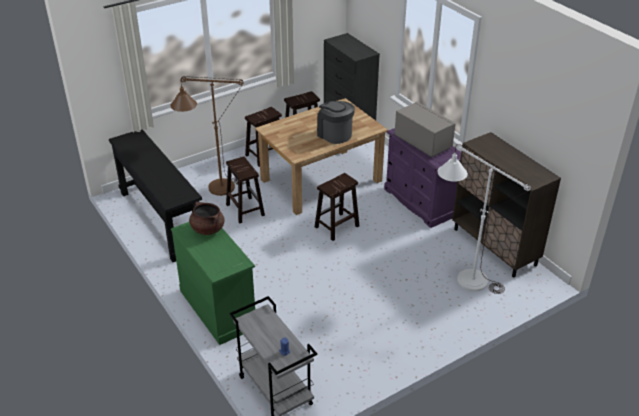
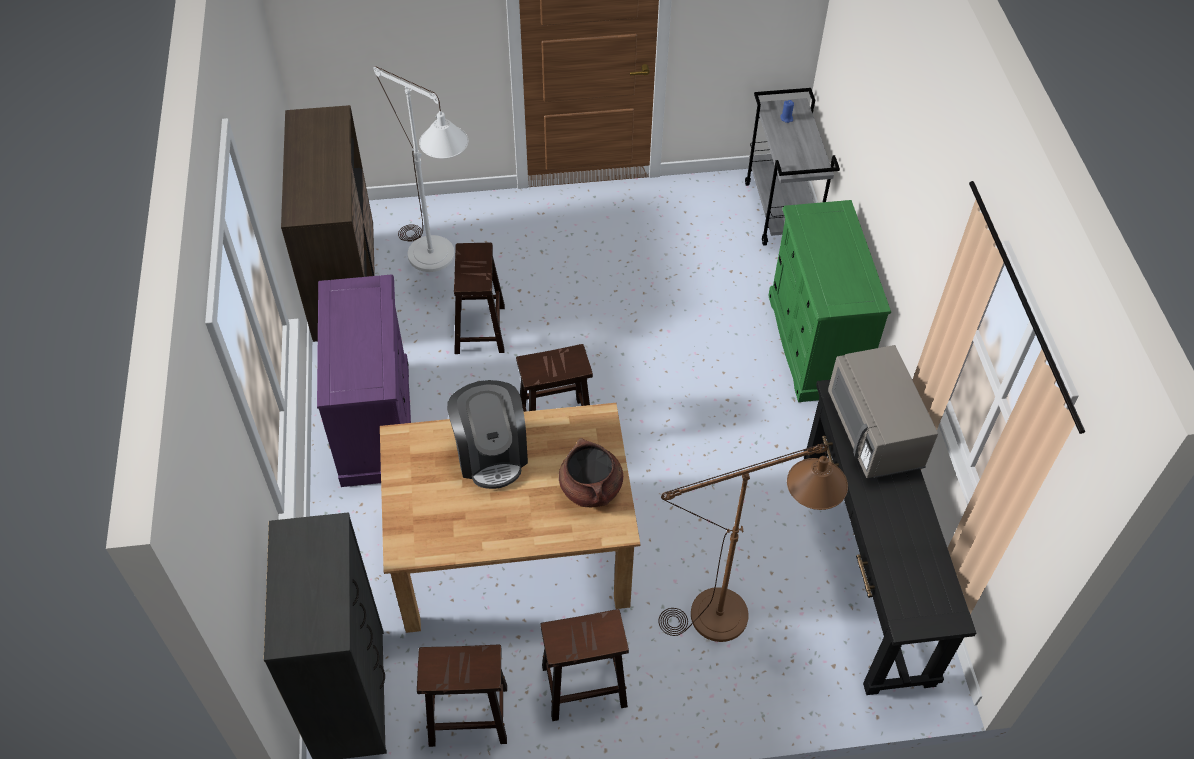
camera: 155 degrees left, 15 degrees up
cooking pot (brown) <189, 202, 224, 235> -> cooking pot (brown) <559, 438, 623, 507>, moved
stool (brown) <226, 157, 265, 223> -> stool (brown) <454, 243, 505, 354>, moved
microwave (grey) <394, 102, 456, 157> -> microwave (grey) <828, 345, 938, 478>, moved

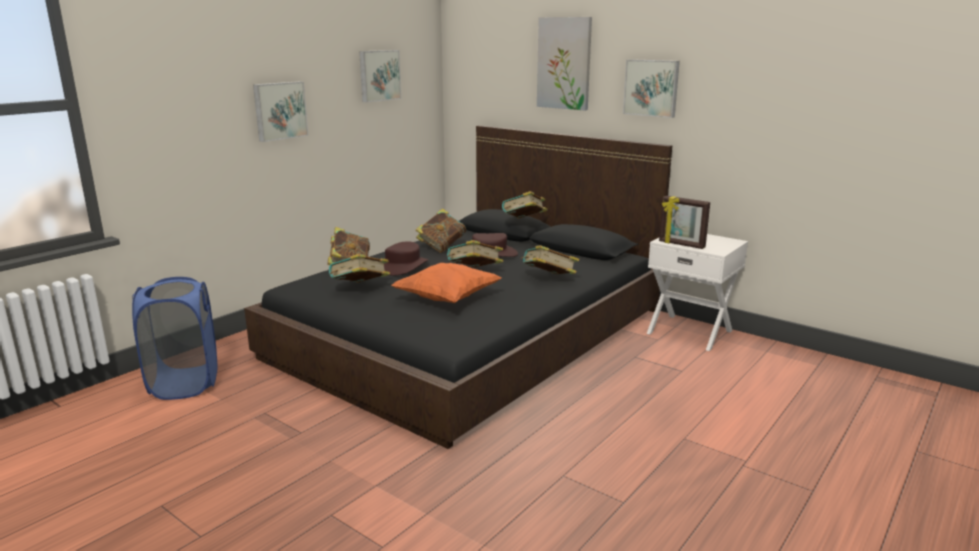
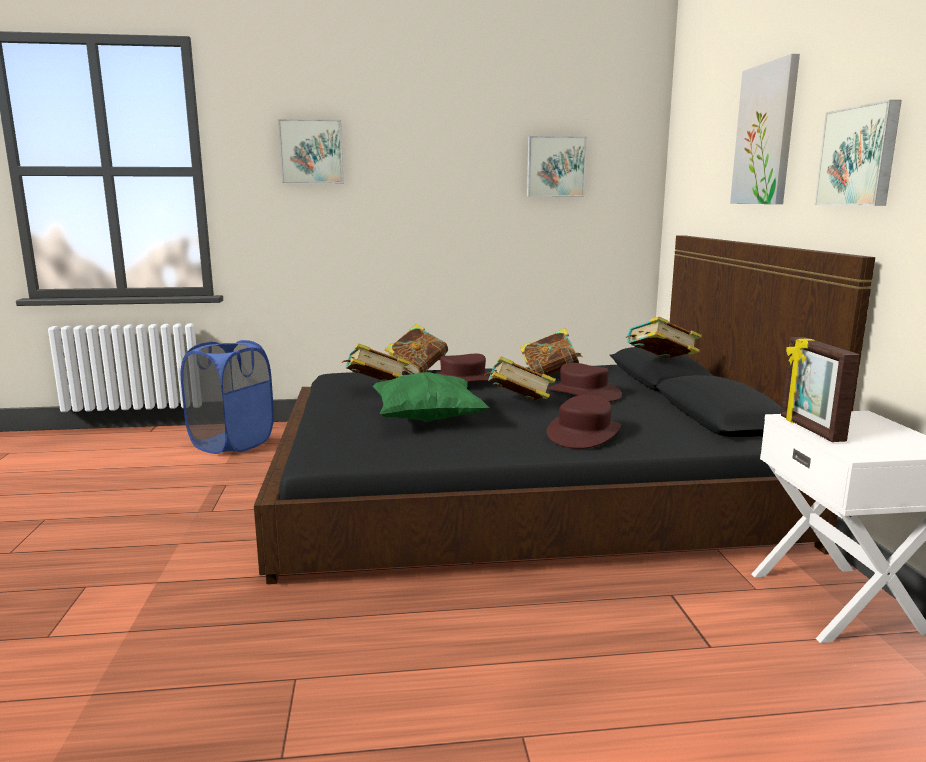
camera: 45 degrees right, 5 degrees down
picture <253, 81, 308, 142> -> picture <278, 119, 344, 183>, moved
pillow (orange) <391, 263, 501, 303> -> pillow (green) <372, 372, 490, 422>
book <521, 245, 579, 274> -> hat (brown) <547, 395, 621, 449>

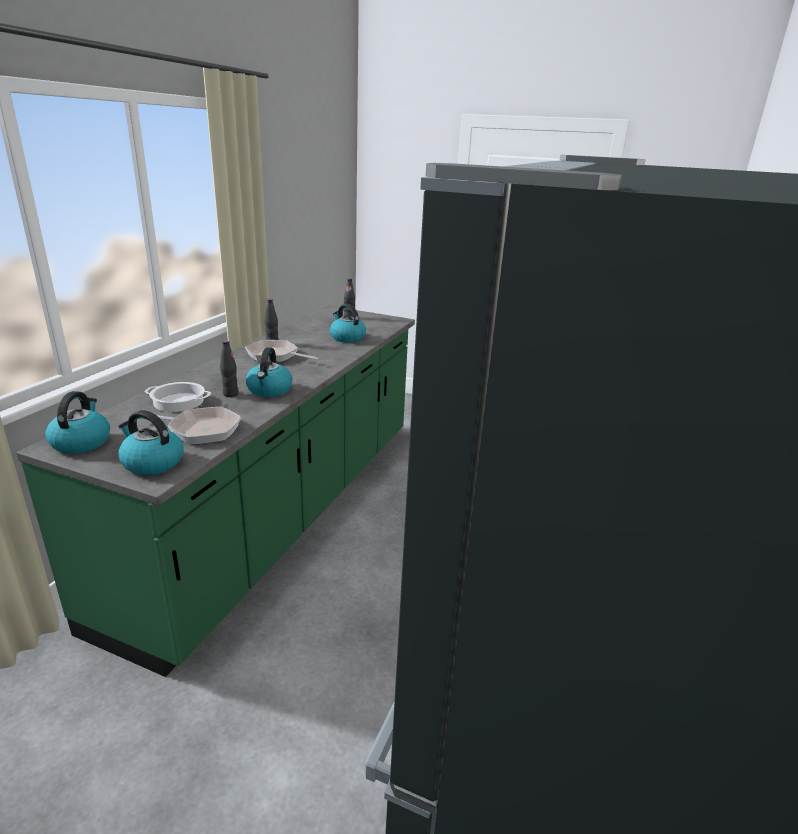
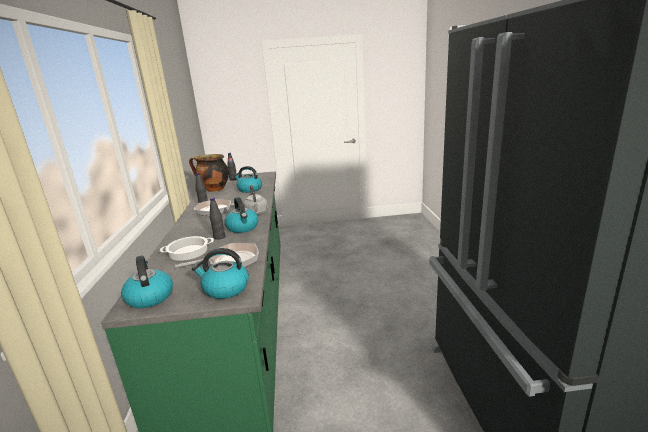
camera: 25 degrees left, 5 degrees down
none -> cooking pot <189, 154, 229, 192>
none -> kettle (grey) <244, 185, 268, 215>

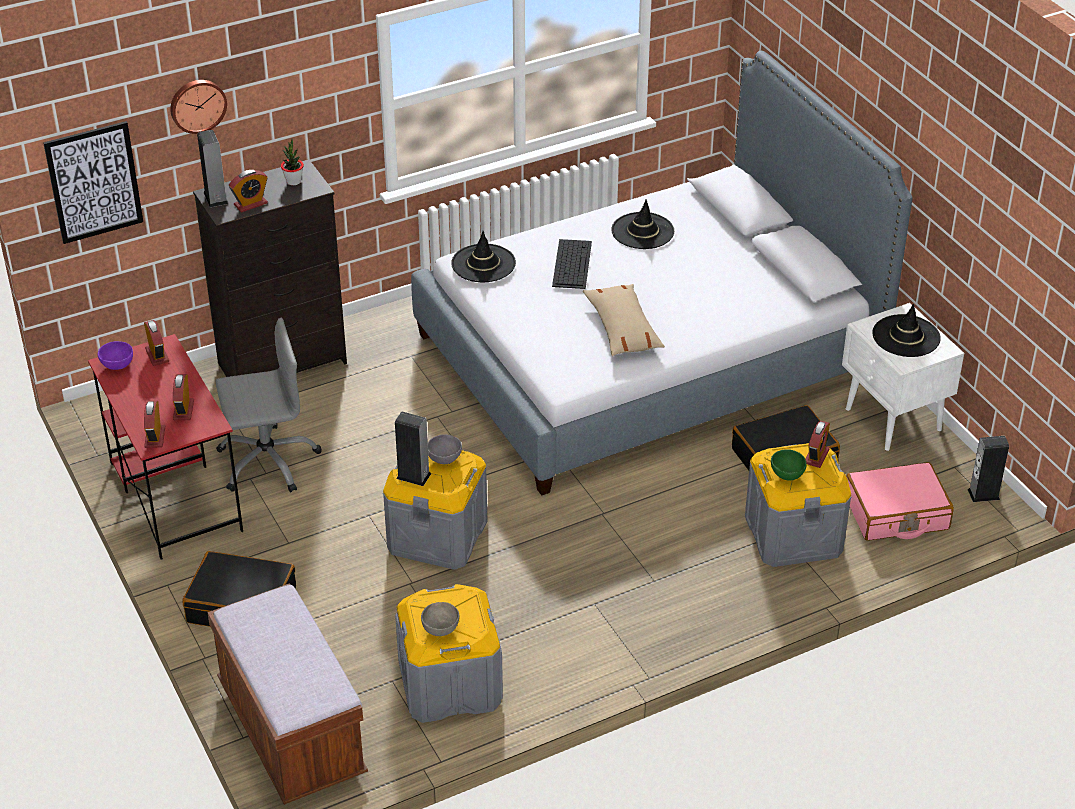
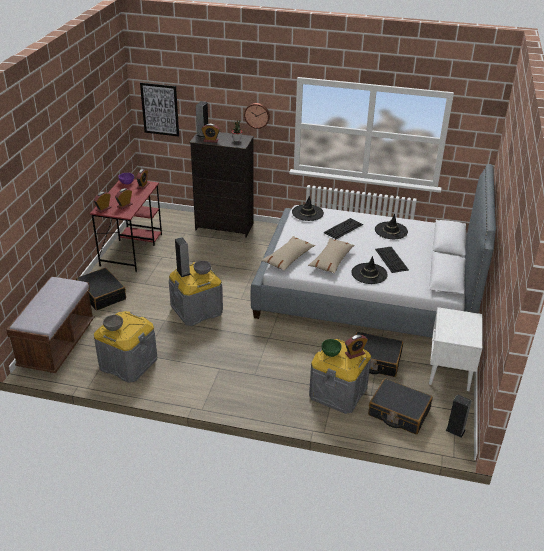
camera: 40 degrees right, 5 degrees down
wall clock <170, 80, 227, 134> -> wall clock <244, 103, 270, 129>, moved
office chair (grey) <215, 318, 322, 492> -> none
suitcase (pink) <846, 462, 954, 541> -> suitcase (black) <368, 378, 433, 434>
hat (black) <872, 304, 941, 357> -> hat (black) <351, 256, 388, 284>, moved
none -> pillow (beige) <261, 236, 315, 271>
none -> keyboard <375, 247, 409, 273>

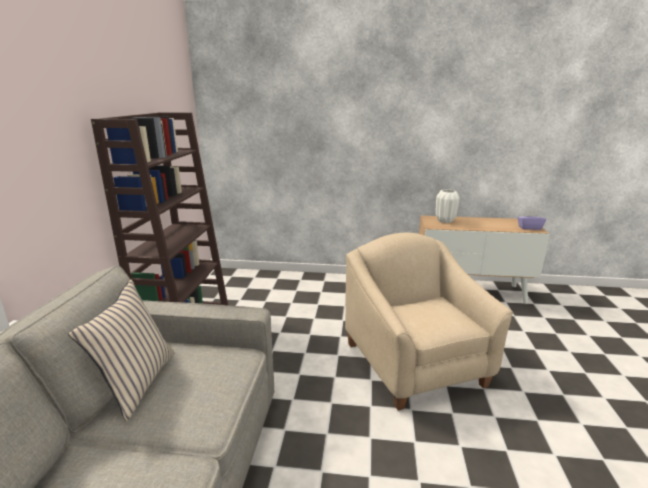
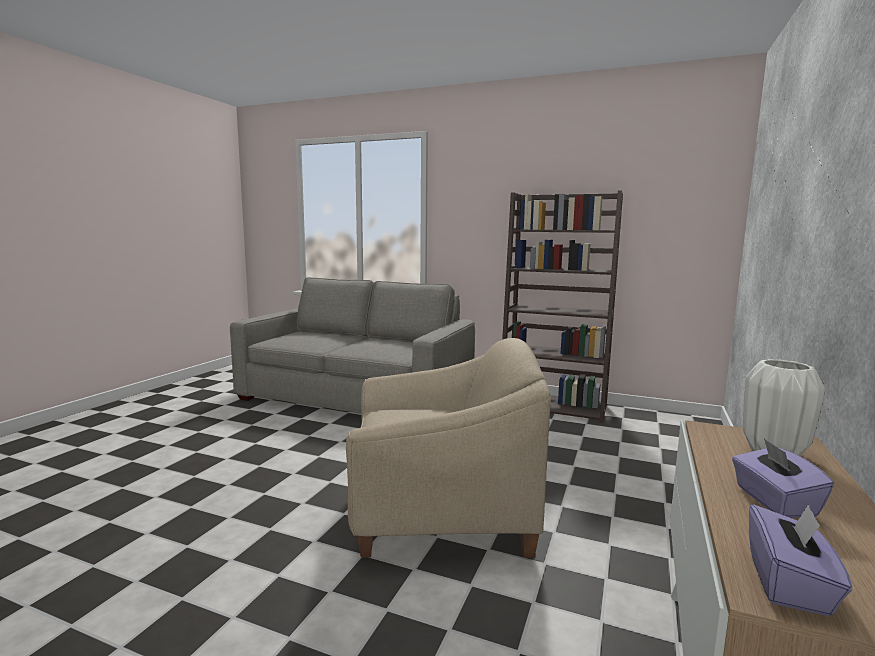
camera: 105 degrees right, 10 degrees down
pillow (beige) <68, 280, 174, 421> -> none
none -> tissue box (purple) <732, 438, 834, 518>

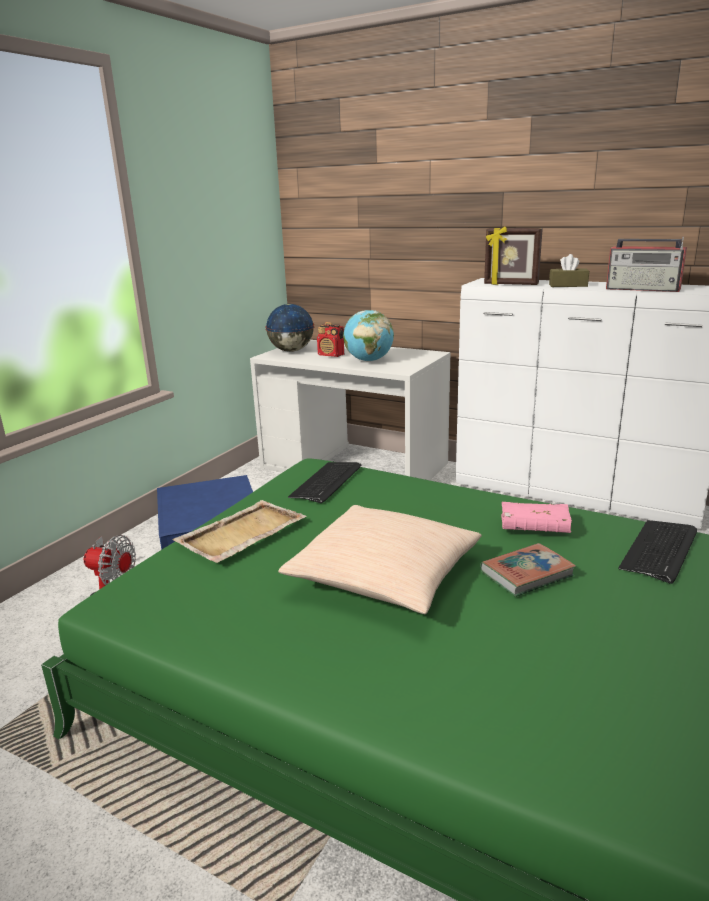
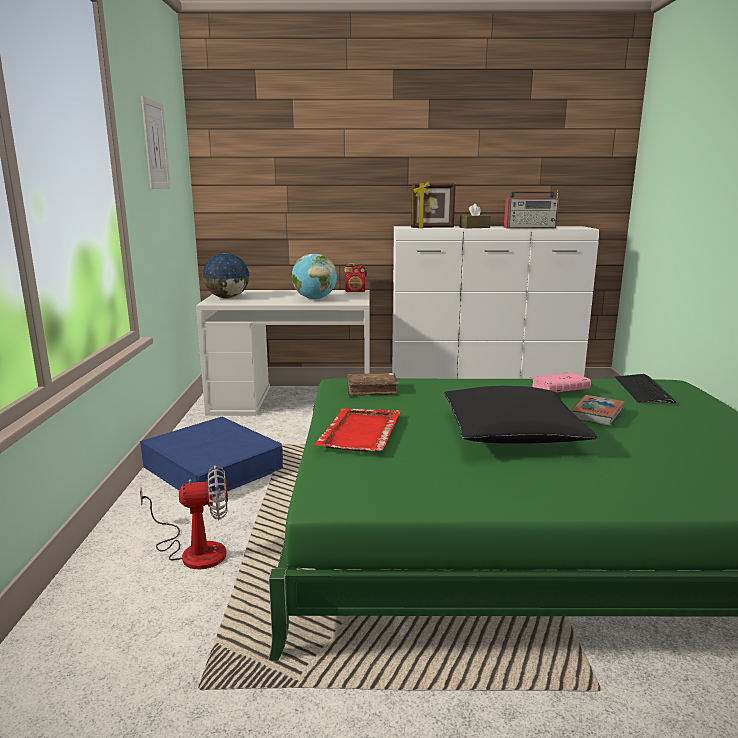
camera: 30 degrees left, 5 degrees down
tray (beige) <172, 500, 307, 563> -> tray (red) <314, 408, 401, 452>
pillow (beige) <278, 505, 482, 614> -> pillow (black) <444, 386, 598, 444>
keyboard <288, 462, 361, 503> -> book (brown) <346, 373, 399, 396>
radio <317, 322, 344, 357> -> radio <344, 263, 367, 292>, moved
none -> picture <141, 96, 171, 189>

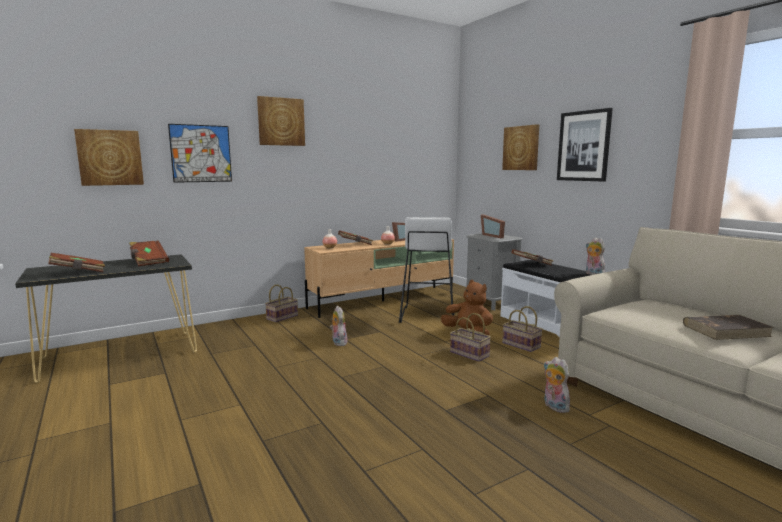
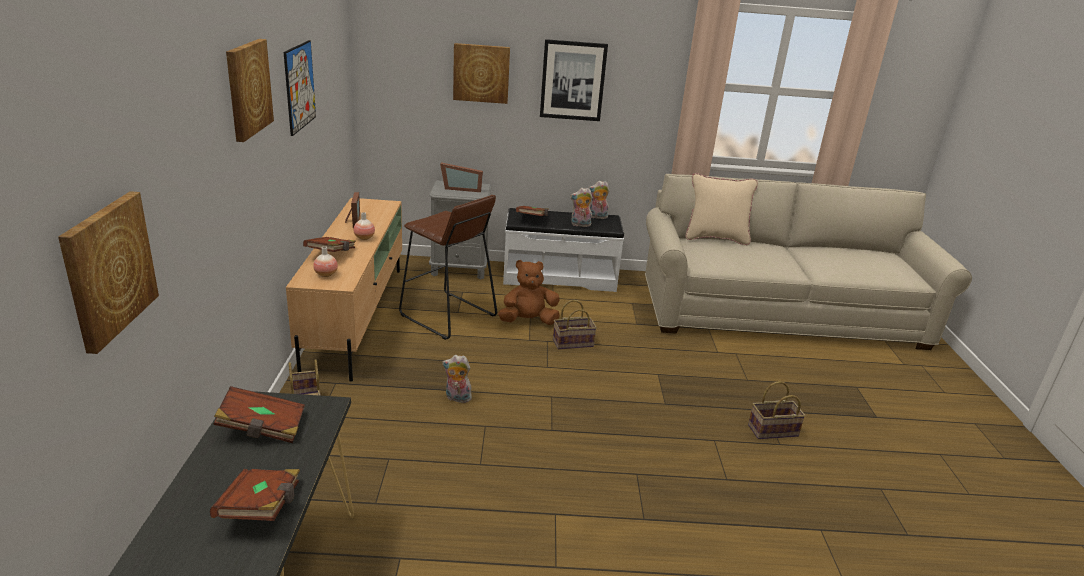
camera: 60 degrees left, 15 degrees up
picture <168, 124, 232, 183> -> picture <284, 40, 316, 136>, moved
stool (white) <399, 217, 454, 323> -> stool (brown) <399, 195, 497, 340>
basket <502, 306, 542, 352> -> basket <748, 381, 806, 439>, moved
plush toy <543, 357, 570, 413> -> plush toy <570, 188, 593, 227>, moved
book (brown) <683, 315, 774, 340> -> none
none -> pillow (beige) <685, 173, 758, 245>

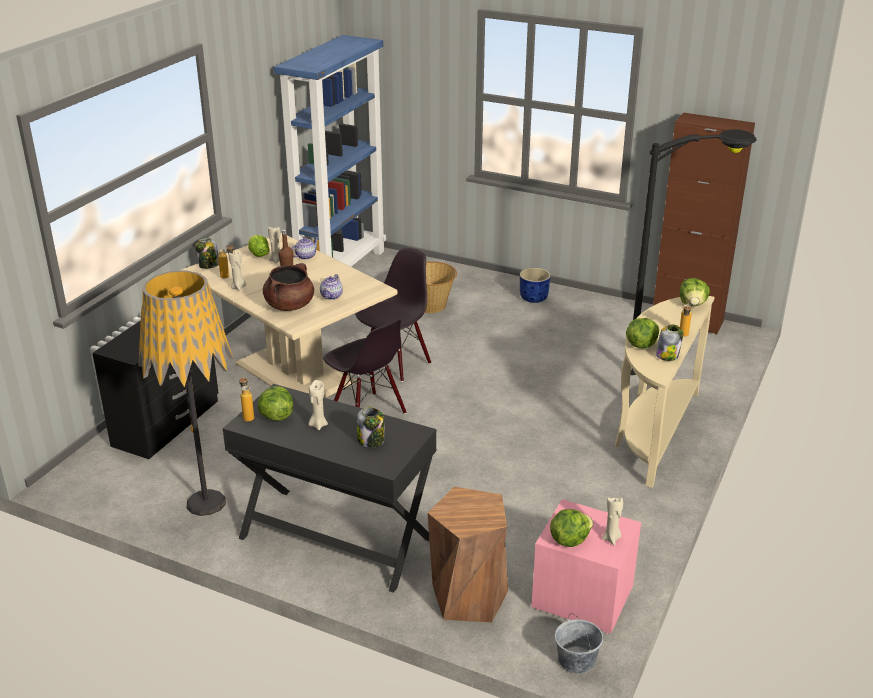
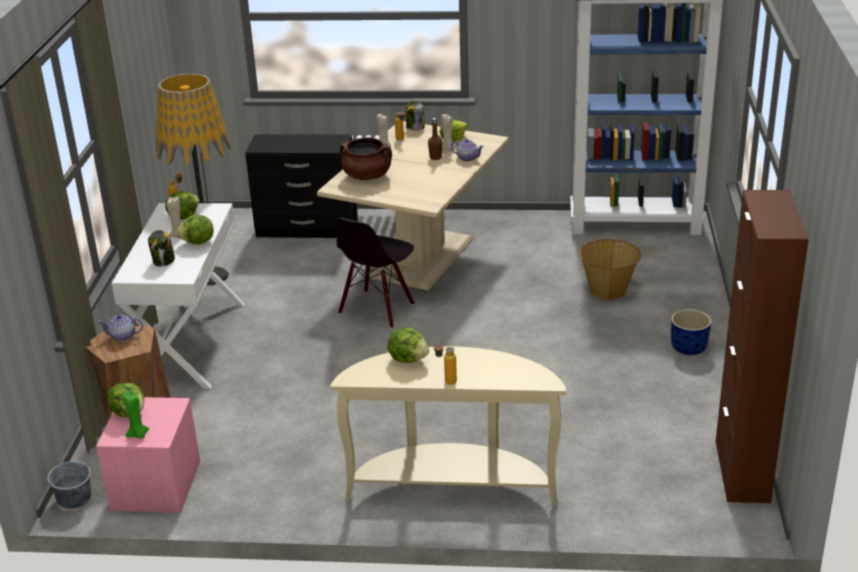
camera: 70 degrees right, 0 degrees up
desk (black) <223, 384, 436, 593> -> desk (white) <112, 203, 245, 389>
teapot <320, 274, 343, 300> -> teapot <98, 314, 143, 342>, moved
chair (black) <355, 248, 431, 382> -> none
candle (beige) <602, 497, 623, 546> -> candle (green) <123, 391, 149, 439>
floor lamp (black) <630, 129, 757, 375> -> none
jar <656, 325, 683, 361> -> none
lettuce <680, 278, 710, 306> -> lettuce <176, 215, 214, 245>, moved

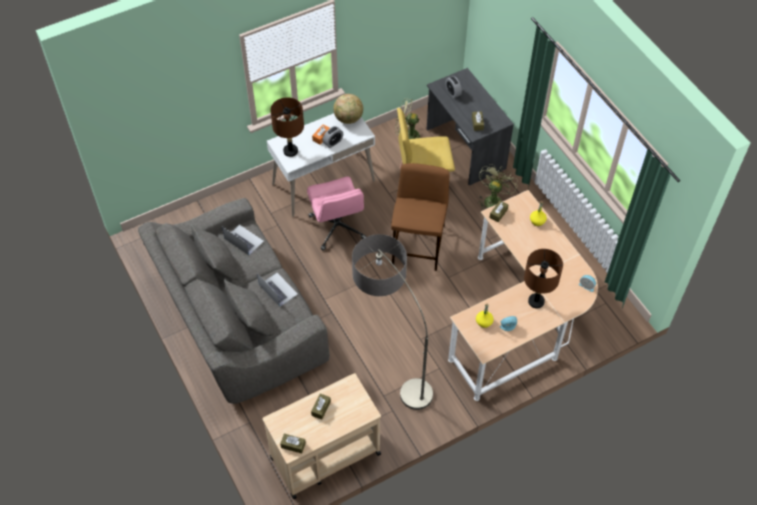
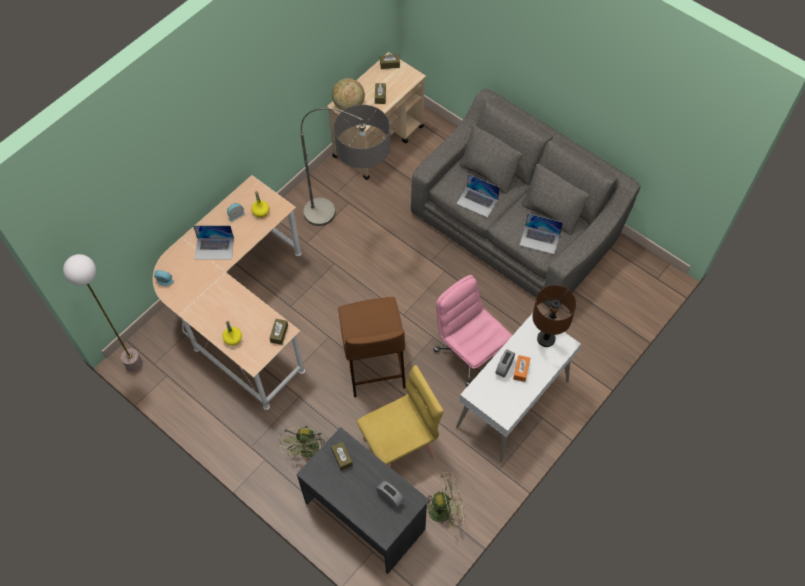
camera: 160 degrees right, 5 degrees up
globe <333, 94, 363, 124> -> globe <332, 78, 365, 110>, moved
table lamp (brown) <524, 249, 563, 308> -> laptop <193, 225, 234, 260>
none -> floor lamp <63, 254, 143, 372>

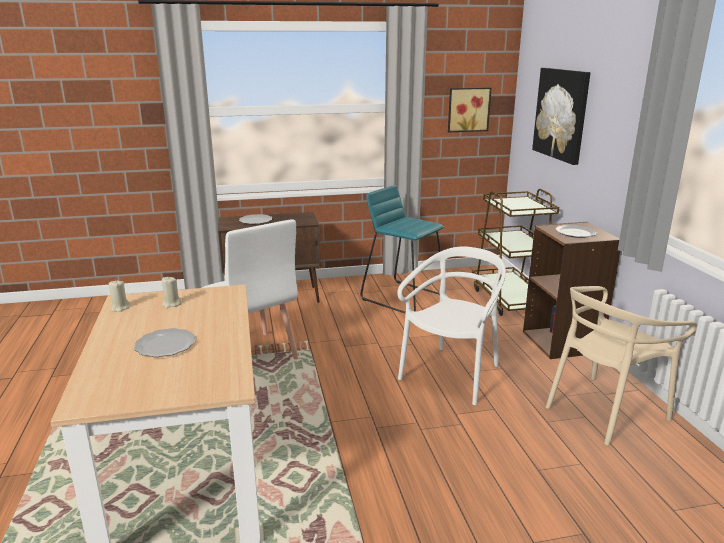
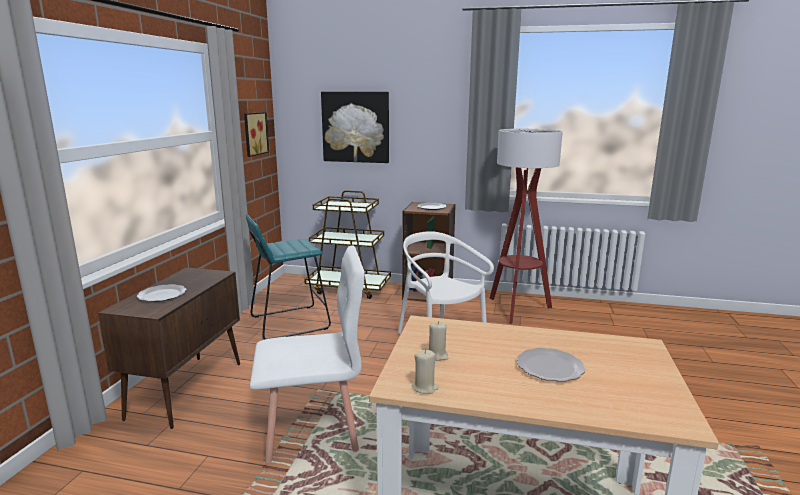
camera: 65 degrees left, 5 degrees down
chair (beige) <546, 286, 697, 445> -> floor lamp <489, 129, 563, 324>

